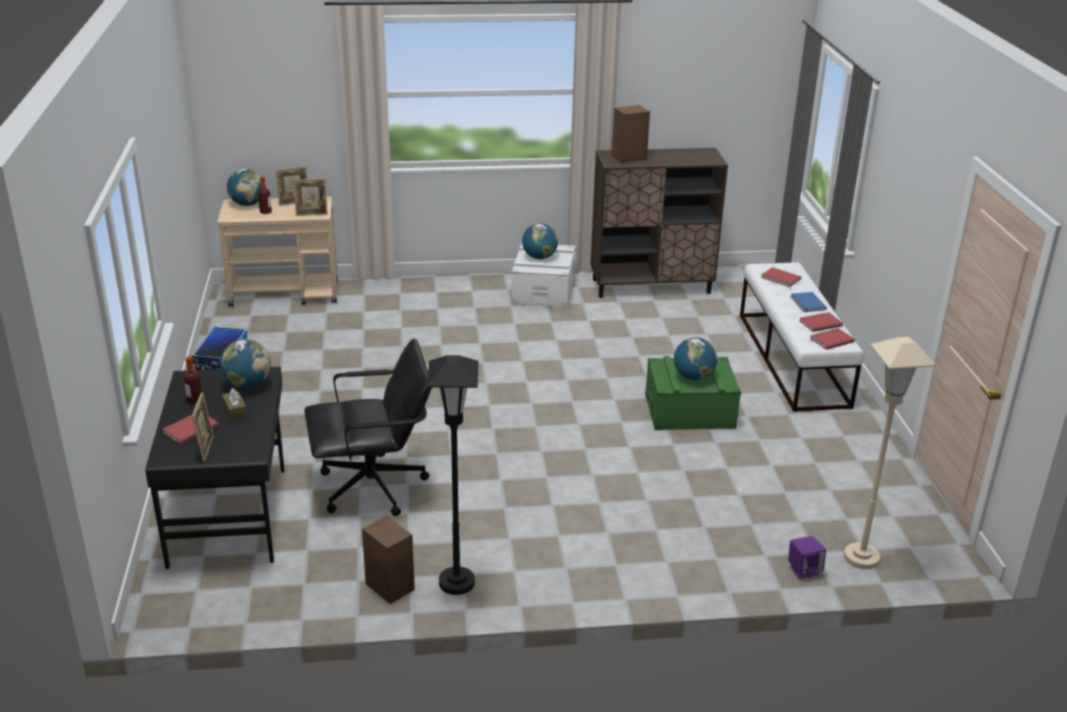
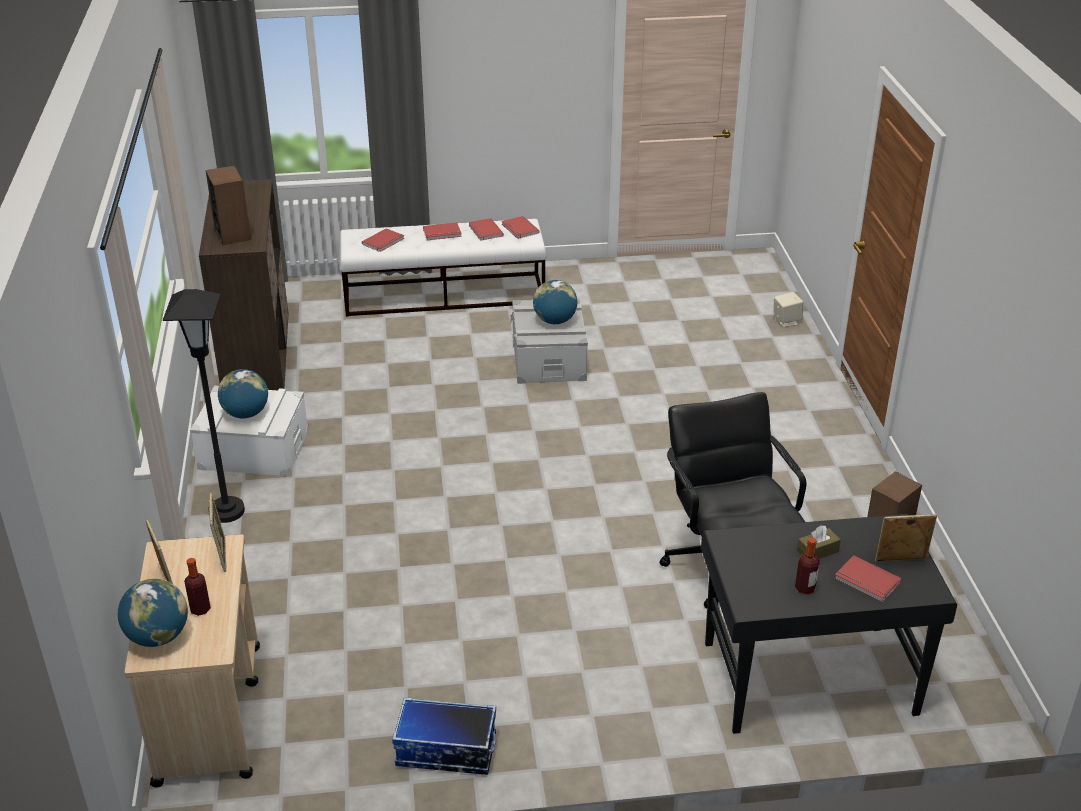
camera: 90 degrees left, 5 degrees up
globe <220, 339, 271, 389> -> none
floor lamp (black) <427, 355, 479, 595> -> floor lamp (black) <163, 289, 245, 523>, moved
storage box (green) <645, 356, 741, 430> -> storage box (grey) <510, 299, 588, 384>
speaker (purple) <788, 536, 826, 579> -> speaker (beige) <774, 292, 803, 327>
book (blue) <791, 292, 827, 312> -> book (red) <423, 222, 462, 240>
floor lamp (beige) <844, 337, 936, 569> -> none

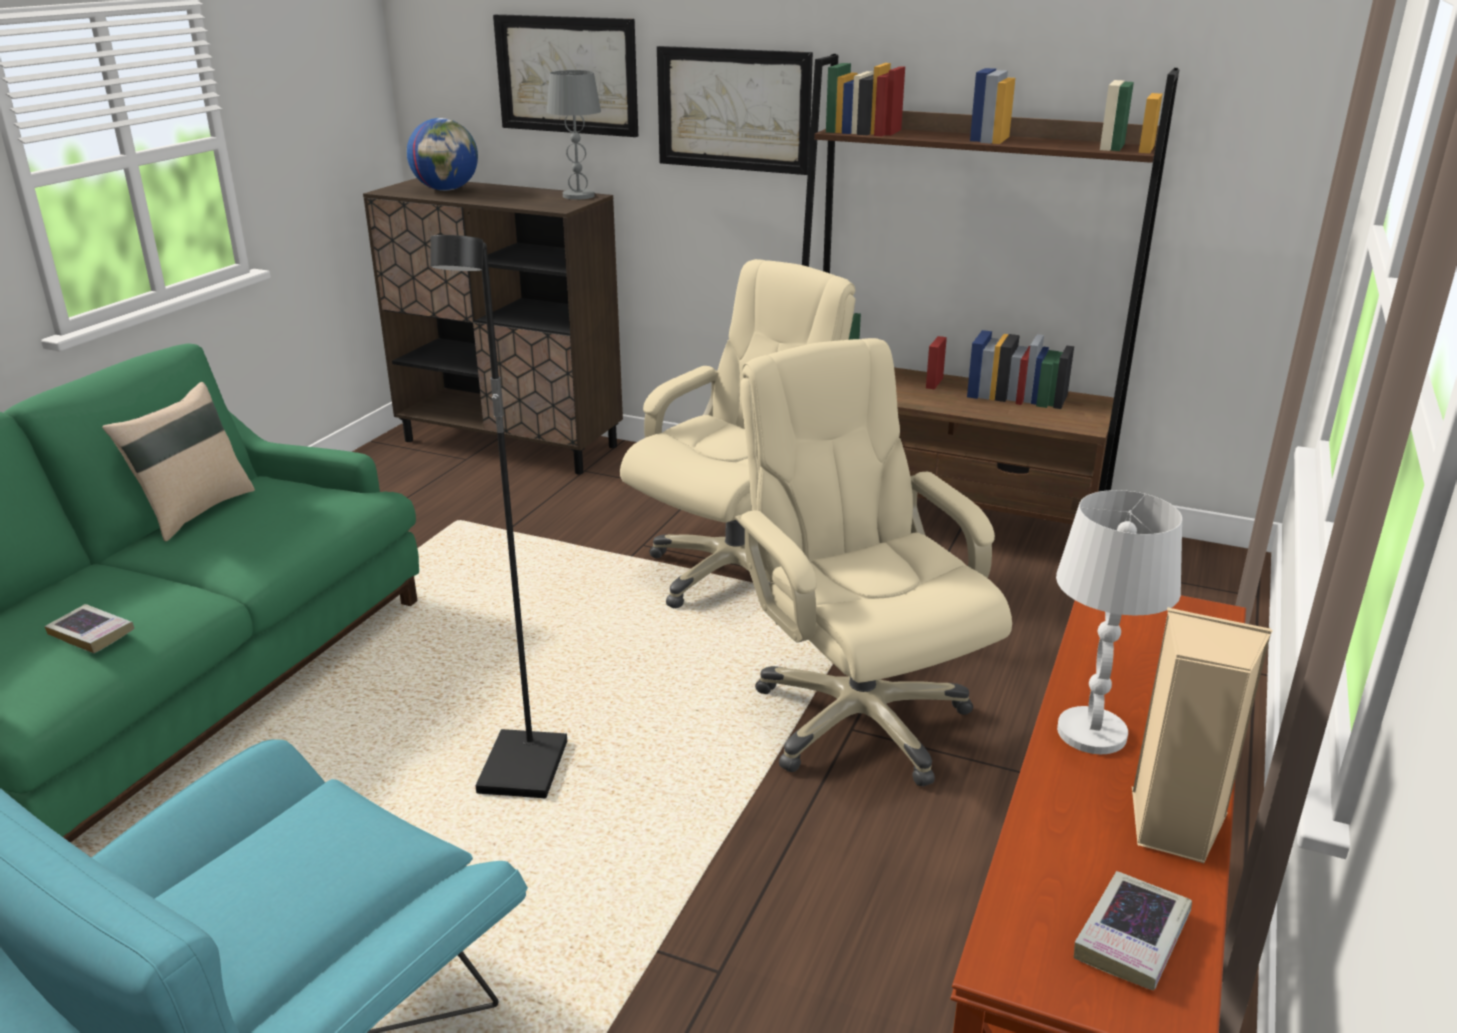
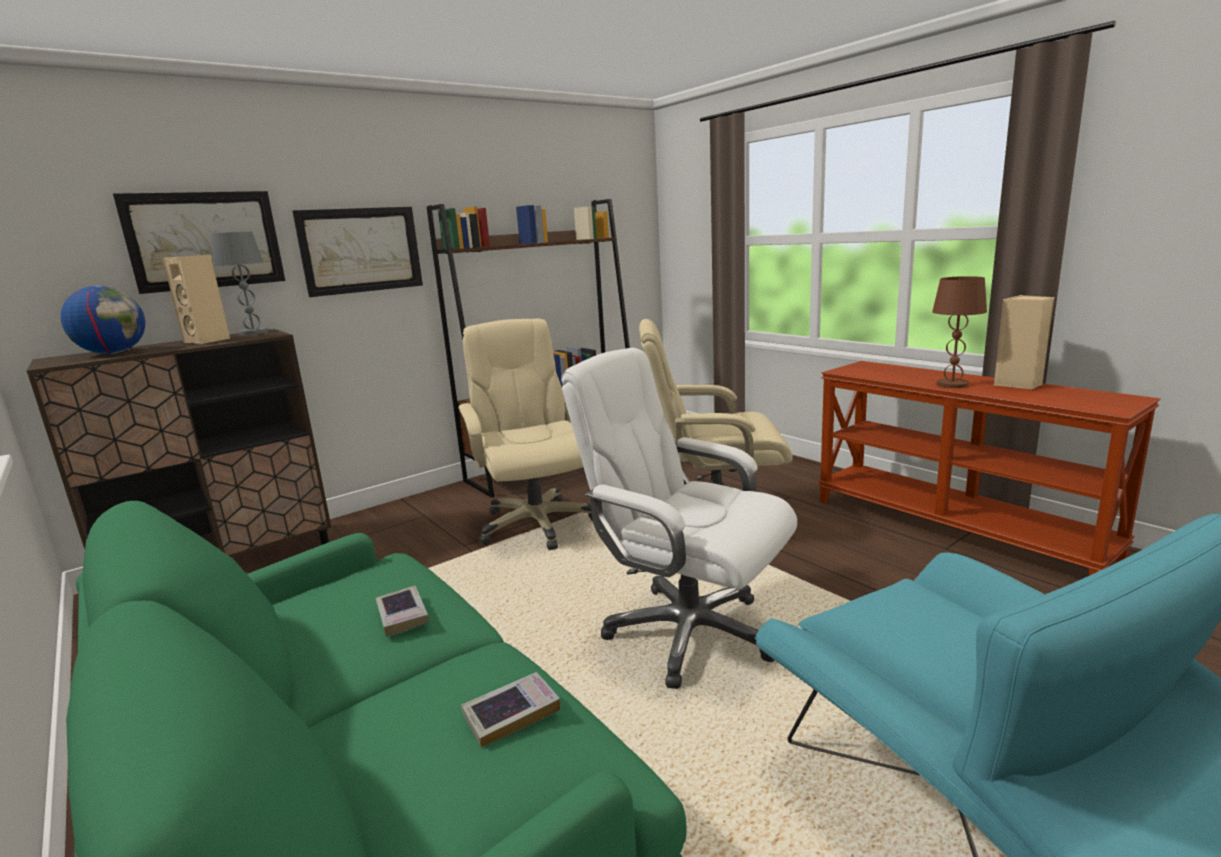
camera: 60 degrees left, 10 degrees down
pillow (beige) <102, 382, 255, 541> -> none
floor lamp (black) <430, 235, 567, 798> -> office chair (white) <561, 348, 797, 689>
table lamp (white) <1056, 490, 1182, 754> -> table lamp (brown) <932, 276, 987, 388>
book <1074, 871, 1192, 990> -> book <375, 586, 430, 637>, moved
none -> speaker (beige) <162, 255, 230, 344>

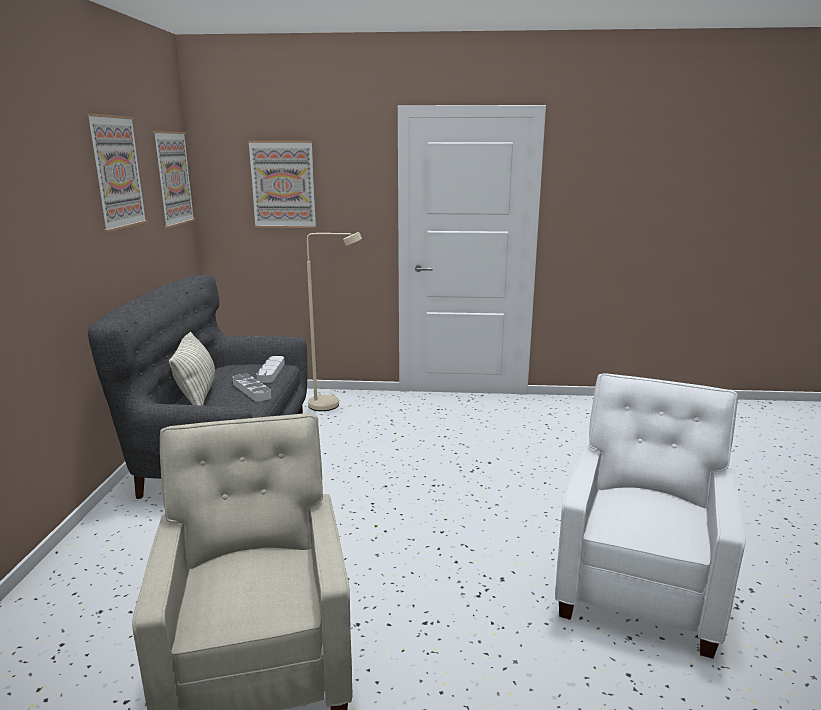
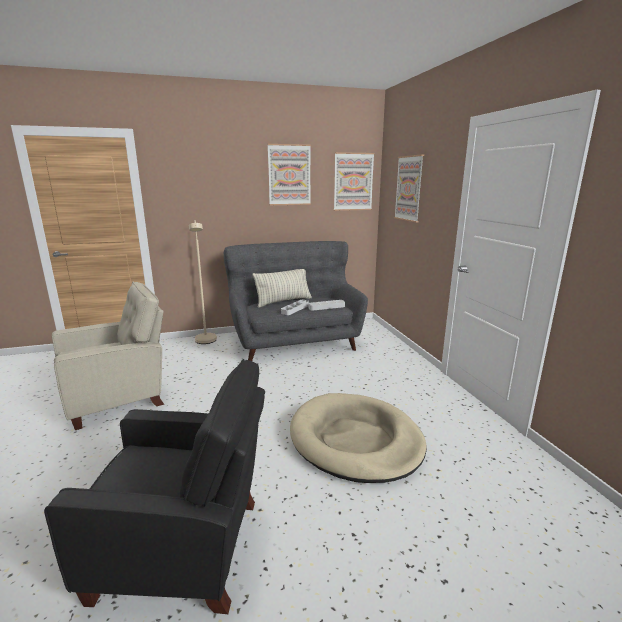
camera: 70 degrees right, 0 degrees up
floor lamp (beige) <307, 232, 362, 411> -> floor lamp (beige) <189, 220, 217, 344>, moved
armchair (white) <555, 373, 746, 659> -> armchair (black) <44, 359, 265, 614>
none -> dog bed (beige) <290, 393, 427, 483>

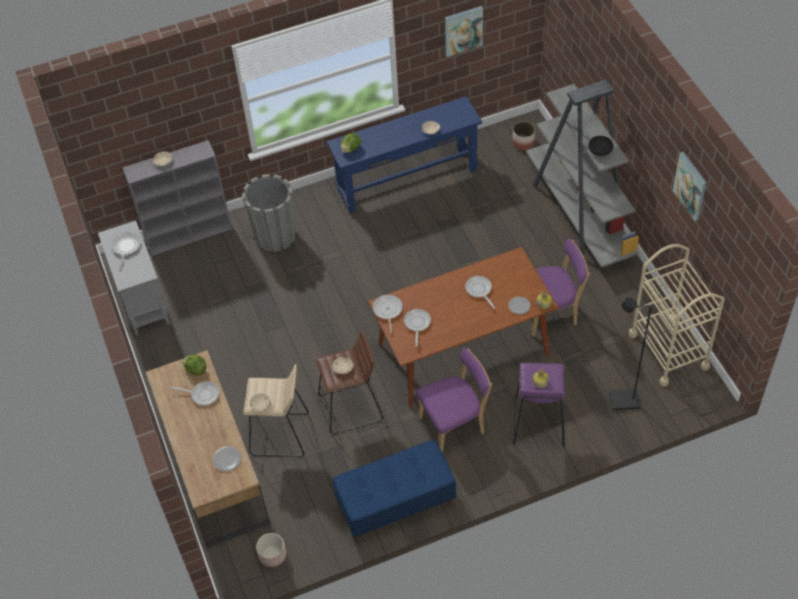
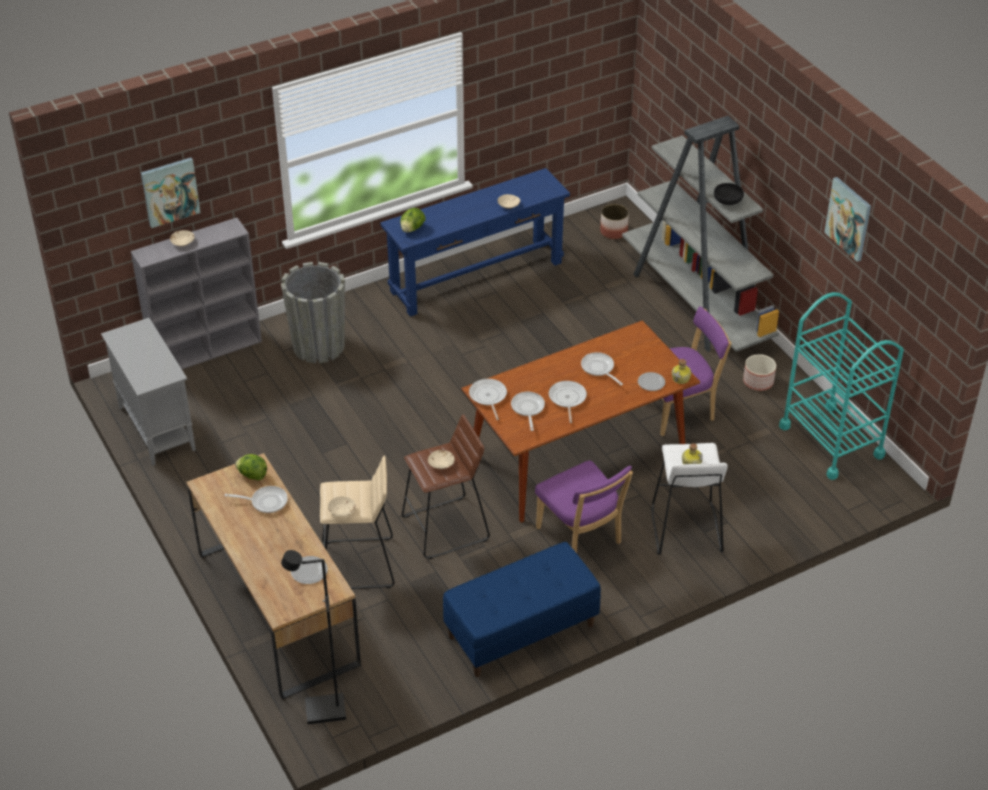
camera: 10 degrees left, 10 degrees down
frying pan <112, 232, 140, 269> -> frying pan <549, 381, 587, 423>, moved
planter <256, 533, 287, 567> -> planter <743, 354, 776, 391>, moved
chair (purple) <416, 348, 492, 453> -> chair (purple) <535, 460, 633, 553>, 90 degrees clockwise
picture <445, 6, 483, 57> -> picture <141, 158, 201, 228>, moved
stool (purple) <512, 363, 565, 447> -> stool (white) <651, 443, 728, 555>
floor lamp (black) <609, 297, 652, 410> -> floor lamp (black) <281, 550, 346, 724>, moved
cart (beige) <628, 244, 725, 387> -> cart (turquoise) <779, 292, 904, 480>

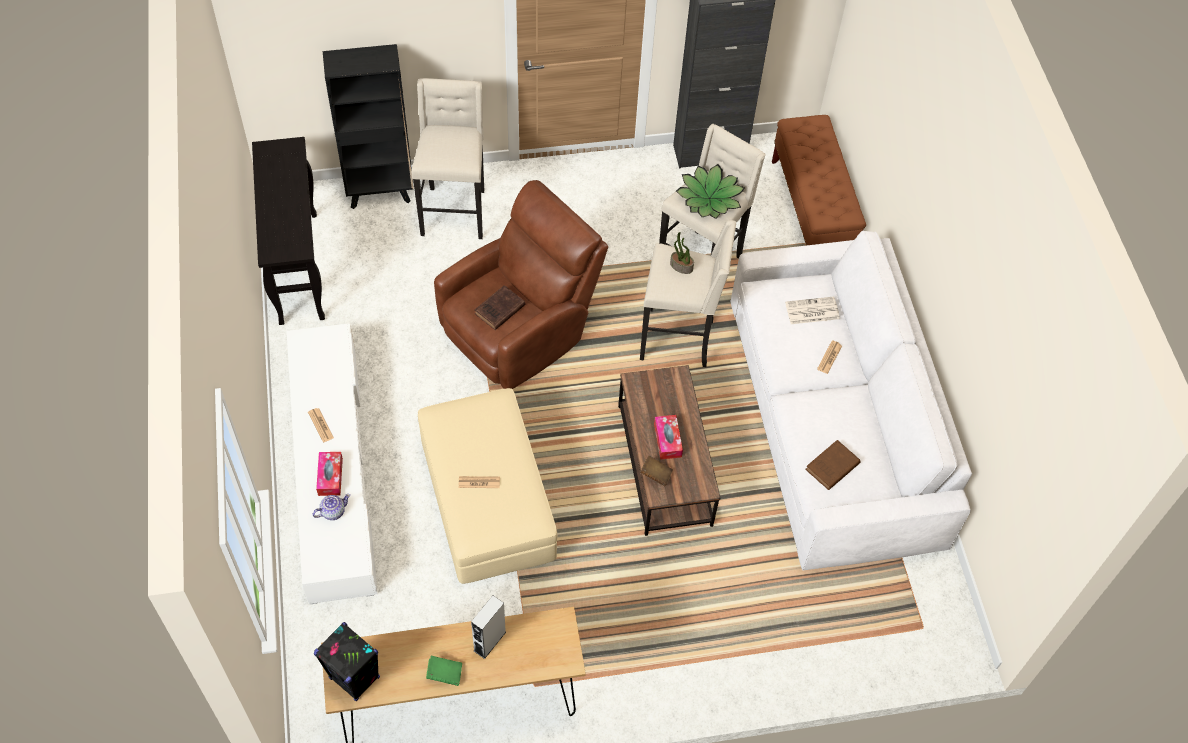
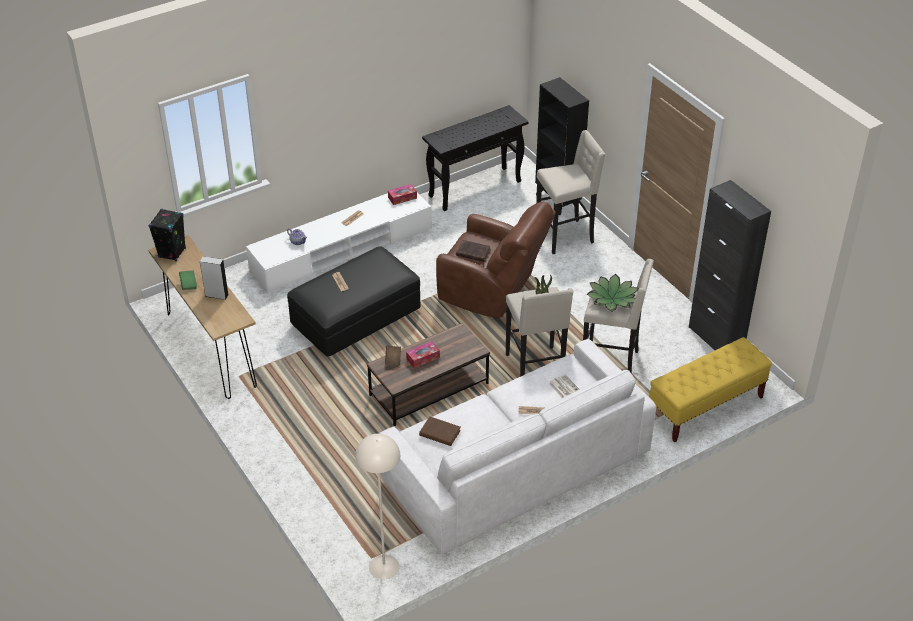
camera: 70 degrees right, 15 degrees down
tissue box <316, 452, 343, 496> -> tissue box <388, 184, 417, 205>, moved
ottoman (beige) <418, 388, 557, 584> -> ottoman (black) <287, 246, 420, 356>
bench (brown) <772, 115, 866, 246> -> bench (yellow) <649, 337, 772, 442>
none -> floor lamp (beige) <355, 434, 400, 580>

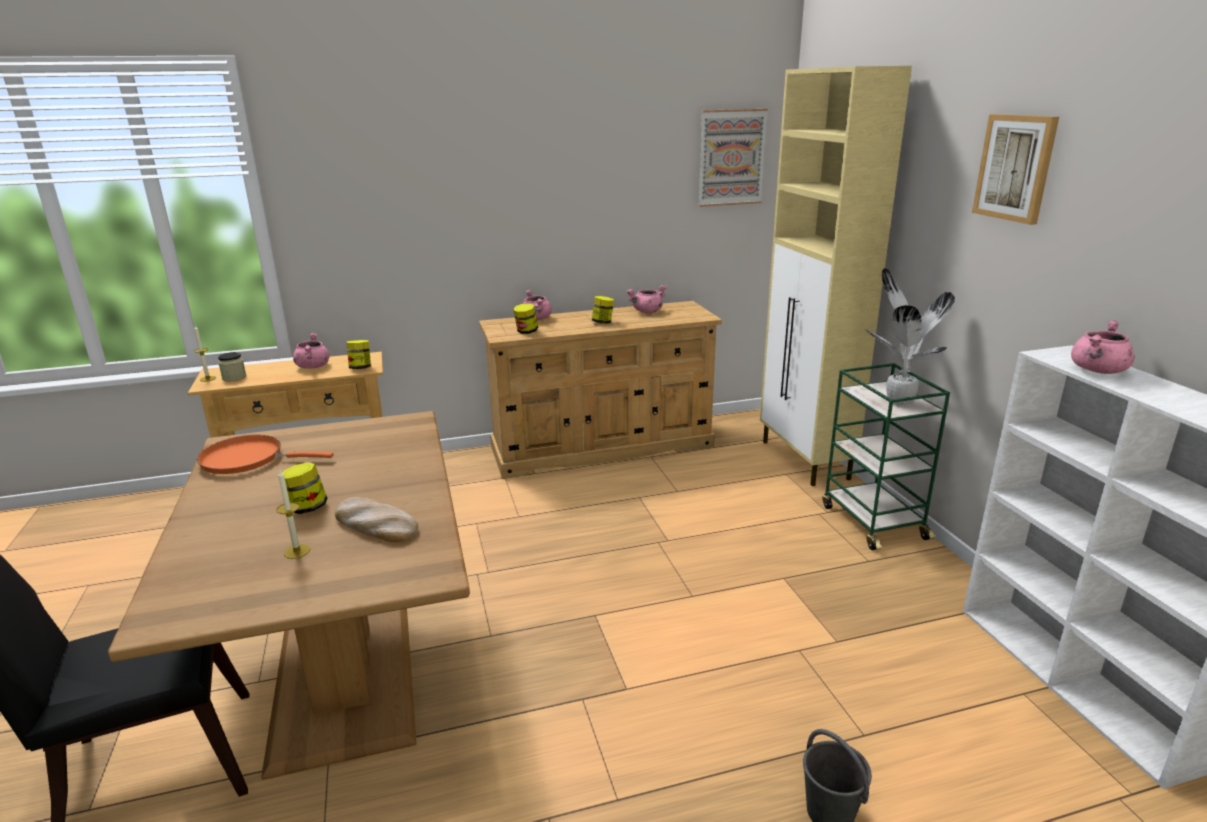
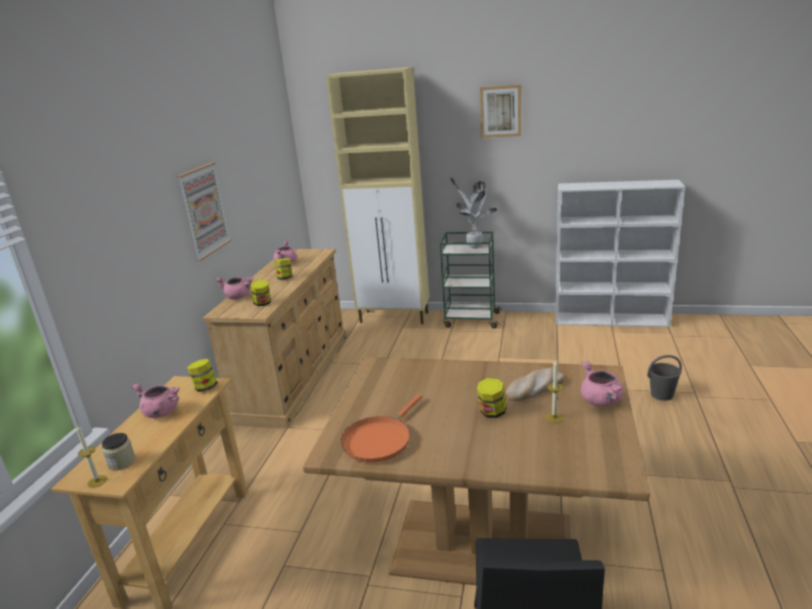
camera: 60 degrees left, 0 degrees up
picture <698, 109, 768, 207> -> picture <177, 162, 231, 261>, moved
cooking pot (pink) <1071, 320, 1134, 374> -> cooking pot (pink) <581, 361, 623, 406>, moved

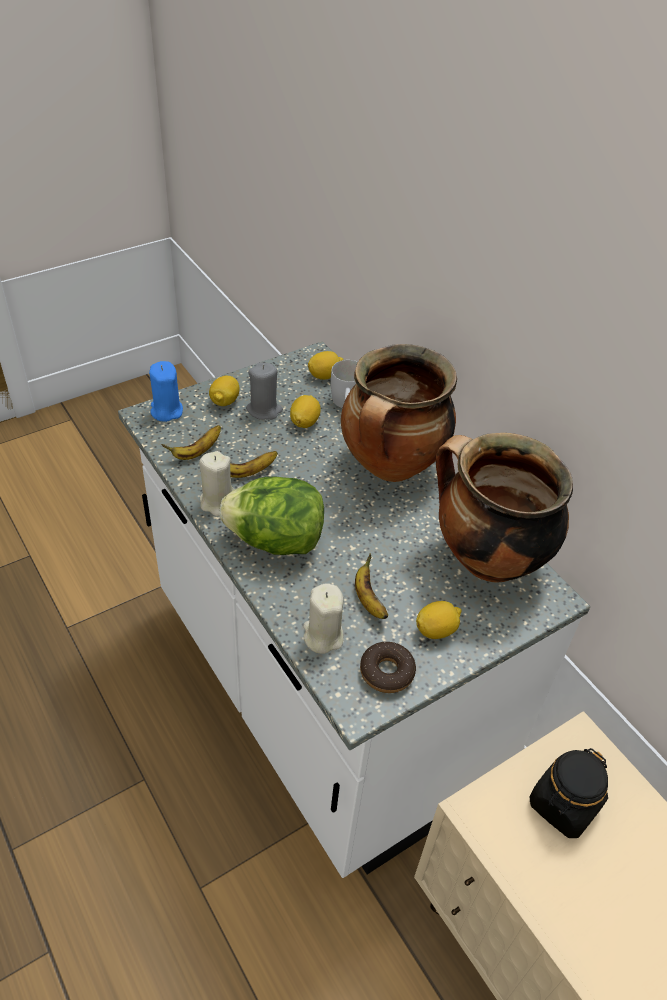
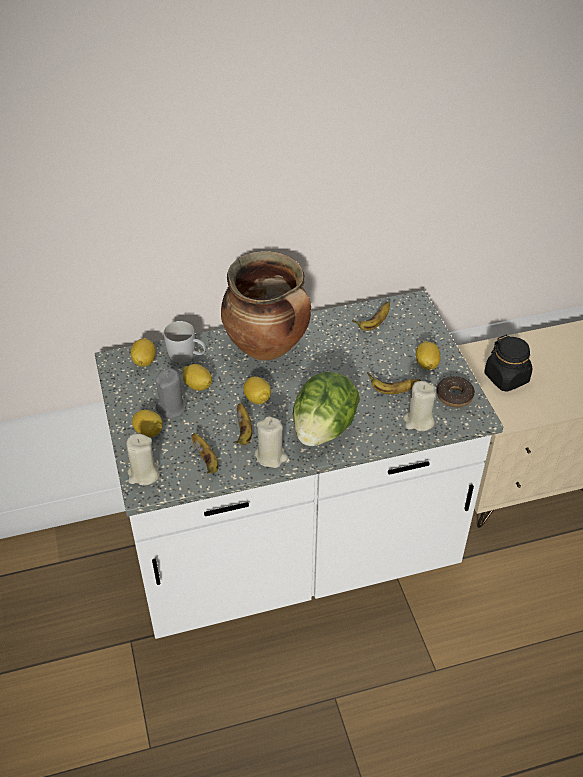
camera: 70 degrees left, 0 degrees up
candle (blue) <149, 361, 183, 422> -> candle (beige) <126, 434, 160, 486>
cooking pot <436, 433, 573, 582> -> banana <352, 302, 390, 331>
none -> lemon <243, 376, 271, 404>

